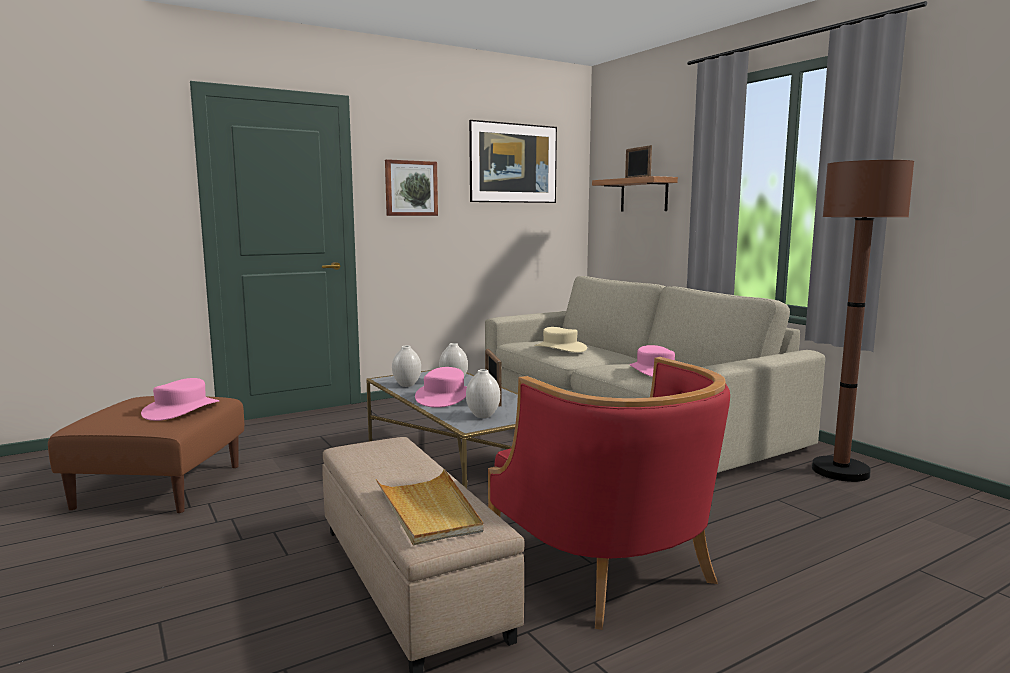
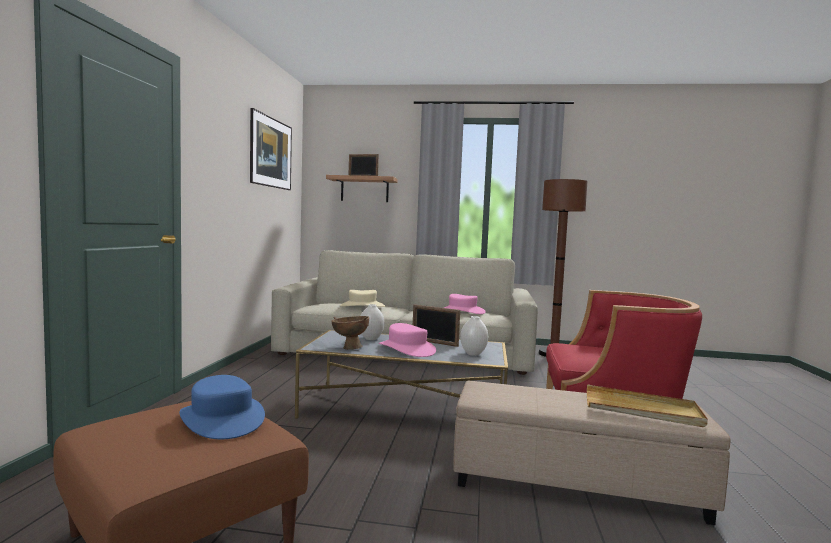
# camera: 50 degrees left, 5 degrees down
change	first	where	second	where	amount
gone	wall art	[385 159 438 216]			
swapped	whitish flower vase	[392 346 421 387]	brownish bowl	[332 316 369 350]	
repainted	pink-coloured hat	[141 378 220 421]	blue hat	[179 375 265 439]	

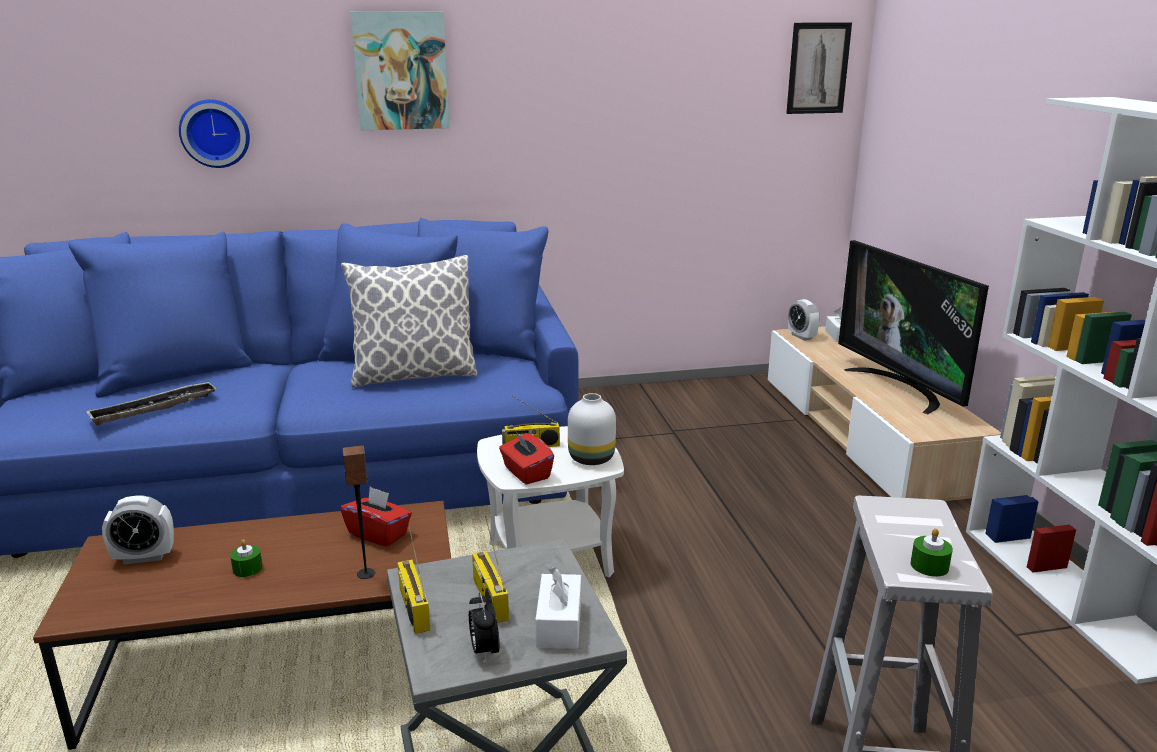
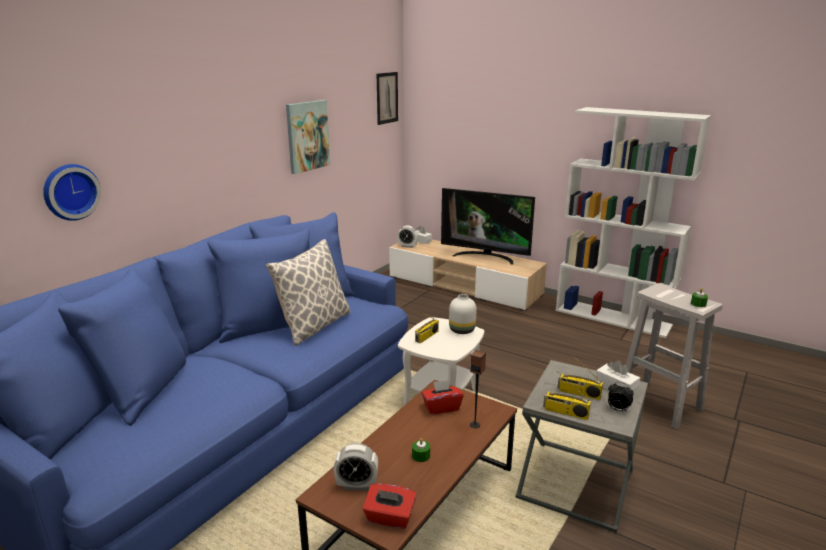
# camera: 45 degrees left, 0 degrees up
change	first	where	second	where	amount
gone	carrying tray	[86 381 217 426]			
shifted	wall art	[350 12 450 130]		[286 100 330 174]	
shifted	red tissue box	[499 432 554 485]		[363 483 417 529]	
rotated	table clock	[102 495 174 565]		[334 443 378 490]	60 degrees clockwise

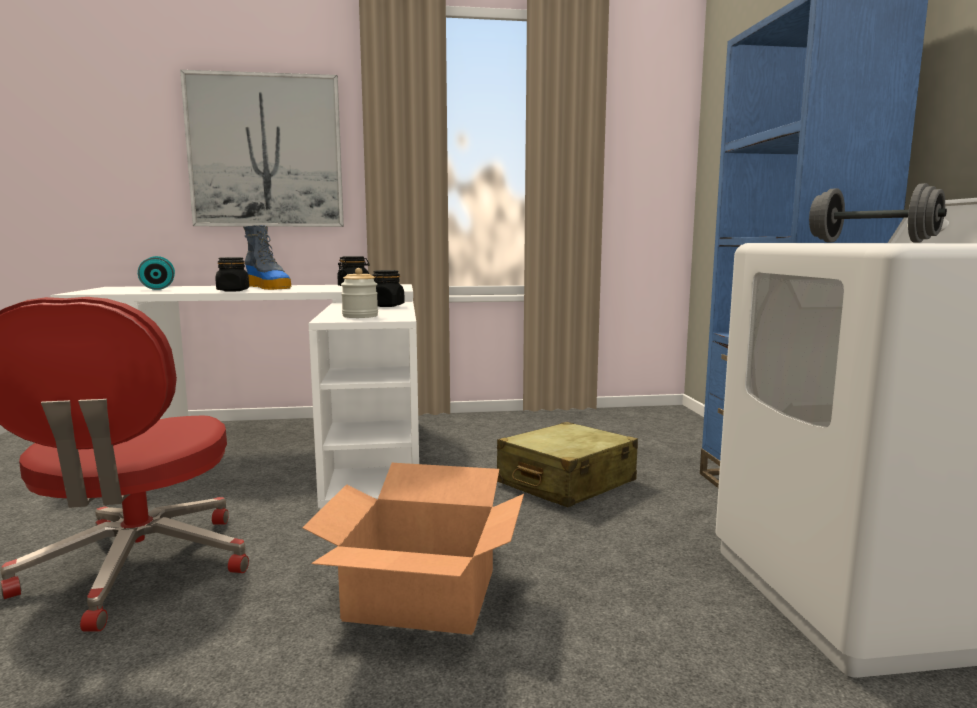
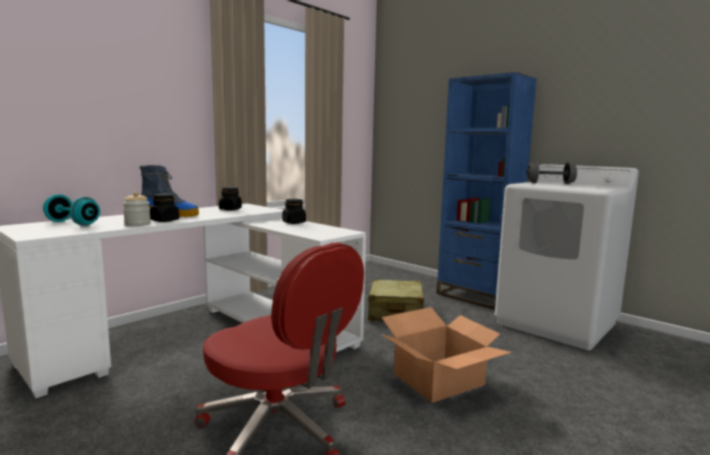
# camera: 40 degrees left, 0 degrees up
change	first	where	second	where	amount
gone	wall art	[180 70 344 227]			
shifted	preserve jar	[341 268 378 318]		[123 192 151 226]	

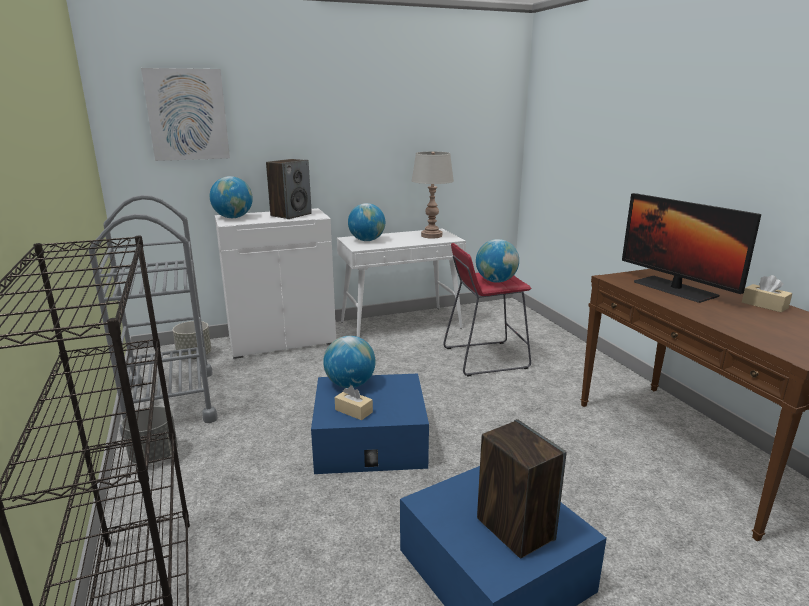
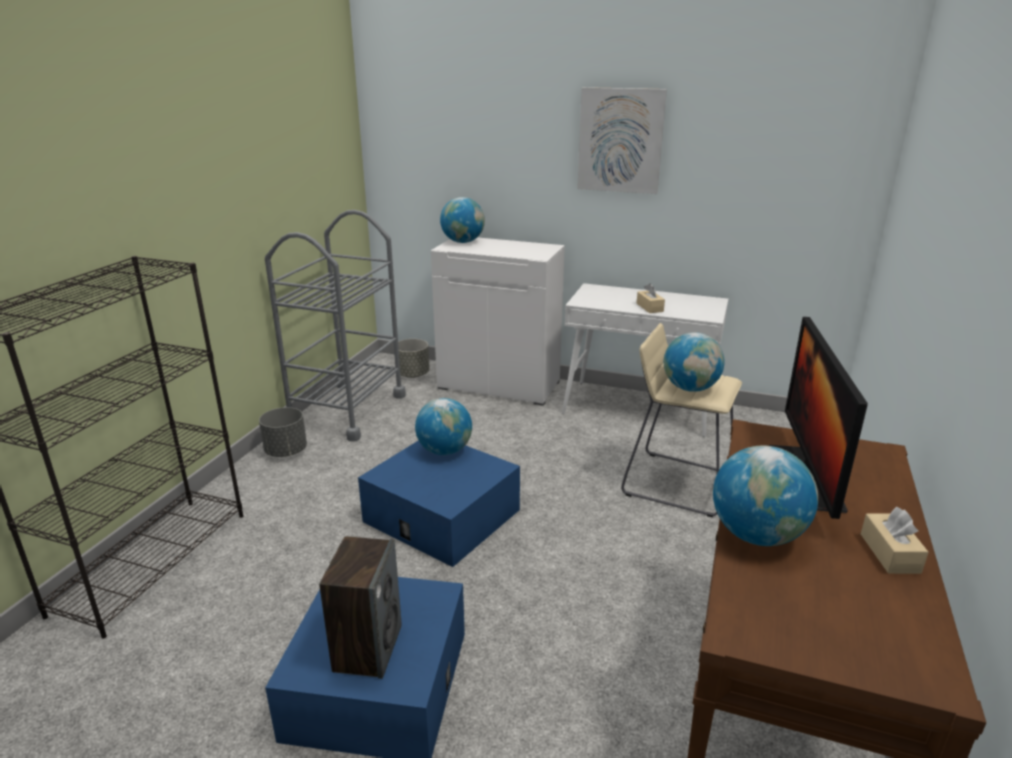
# camera: 40 degrees right, 5 degrees up
change	first	where	second	where	amount
gone	loudspeaker	[266 159 312 219]			
gone	greyish tabletop lamp	[411 152 454 239]			
shifted	wall art	[141 68 230 161]		[577 87 667 194]	
shifted	beige-coloured tissue box	[335 386 373 420]		[636 283 665 313]	
shifted	globe	[348 203 385 241]		[713 445 818 546]	
repainted	red stool seat	[443 243 531 377]	beige-coloured stool seat	[621 323 742 517]	

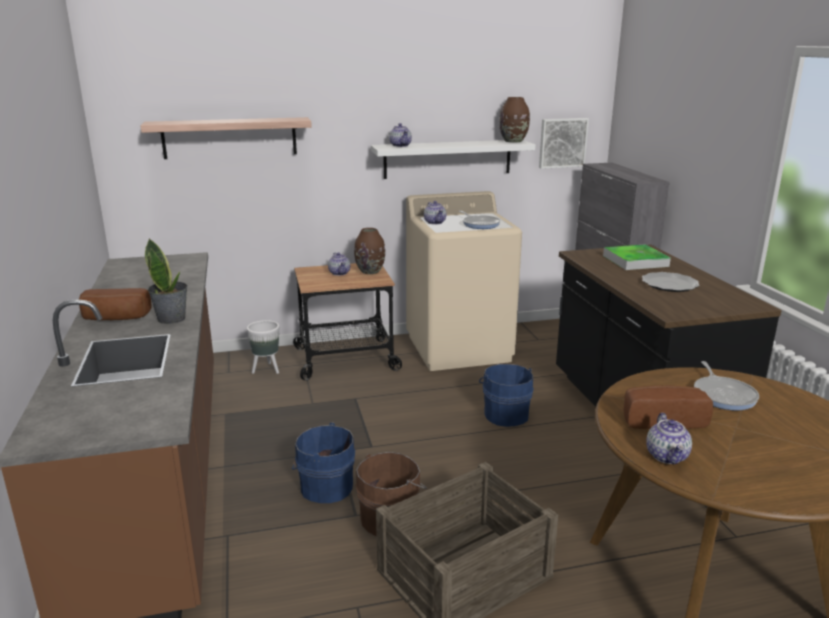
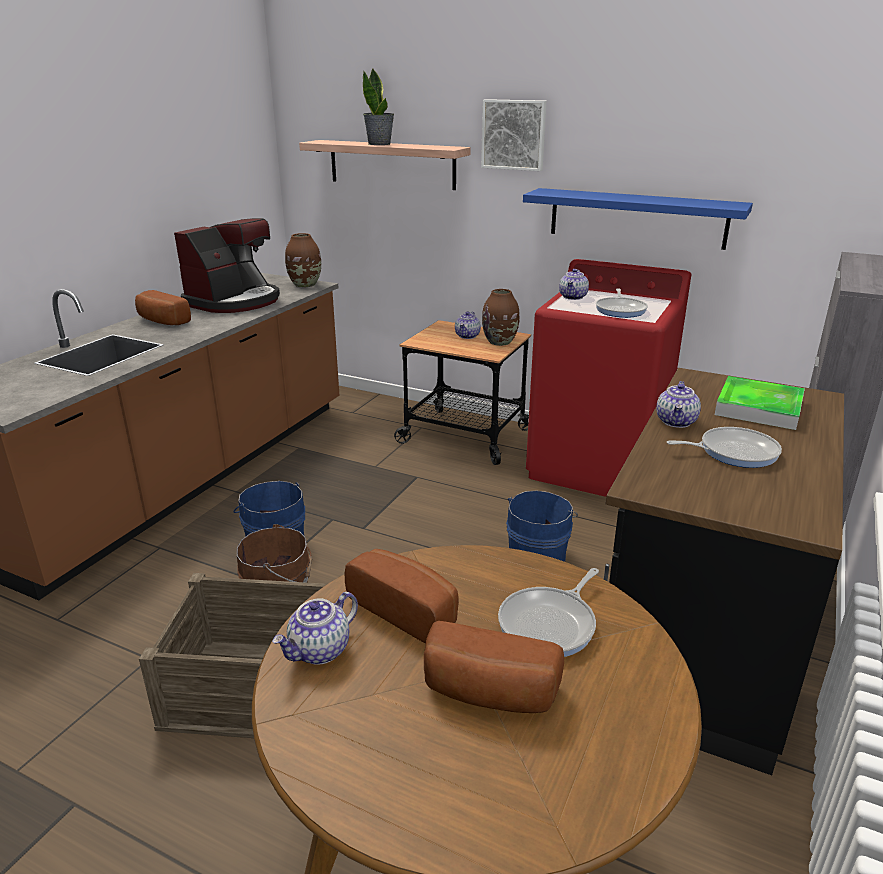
# camera: 40 degrees right, 5 degrees up
change	first	where	second	where	amount
gone	whitish flower pot	[247 320 279 374]			
new			coffee brewer	[174 218 280 313]	
new			bread	[424 621 564 713]	
shifted	plant in a pot	[145 238 188 324]		[363 68 394 145]	
shifted	pot for tea	[389 123 412 147]		[656 381 701 428]	
shifted	brownish flower vase	[499 97 530 143]		[285 233 321 288]	
shifted	wall art	[539 118 589 169]		[481 99 547 171]	
swapped	flat dish	[642 272 700 292]	skillet	[667 427 782 468]	
repainted	whitish bracket shelf	[371 140 536 179]	blue bracket shelf	[523 188 753 250]	
repainted	beige-coloured laundry appliance	[406 191 522 371]	red laundry appliance	[526 259 691 497]	

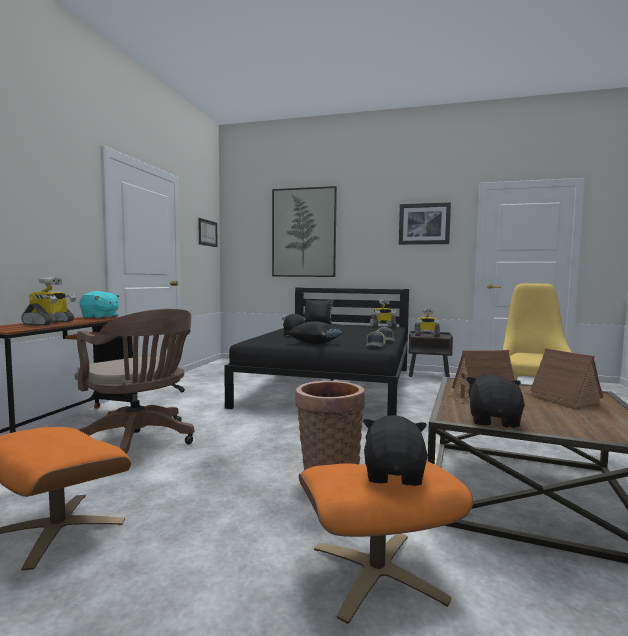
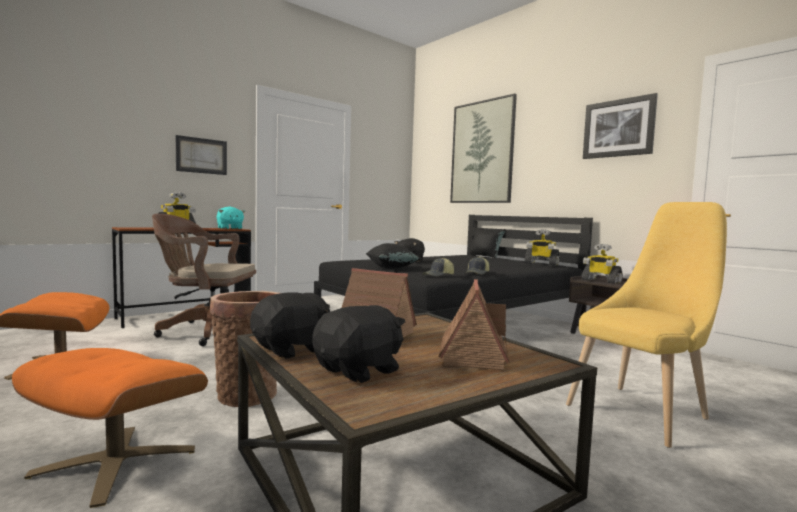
# camera: 35 degrees right, 0 degrees up
change	first	where	second	where	amount
shifted	wall art	[198 218 218 247]		[176 135 227 175]	
shifted	blackish soft toy	[363 415 427 486]		[312 305 405 383]	
rotated	brownish office chair	[75 309 194 454]		[152 213 256 346]	105 degrees clockwise

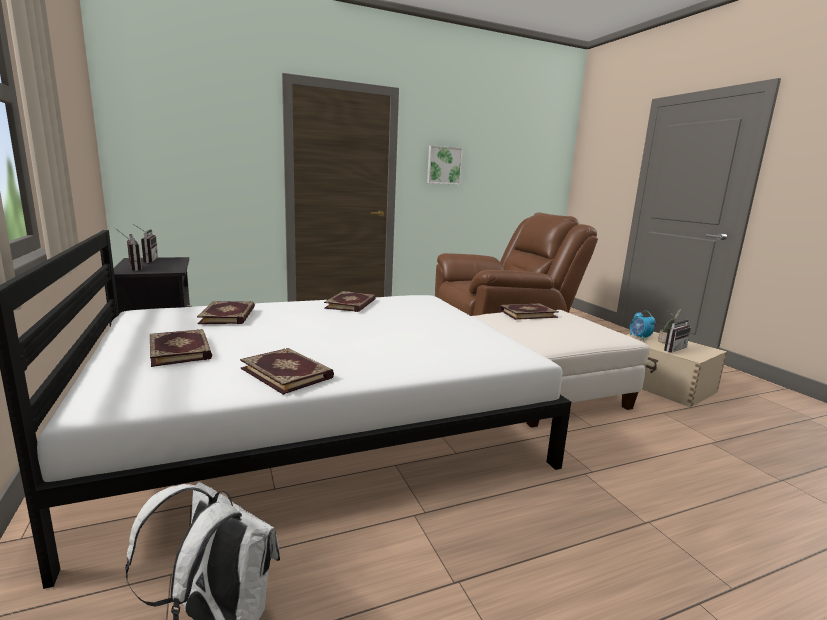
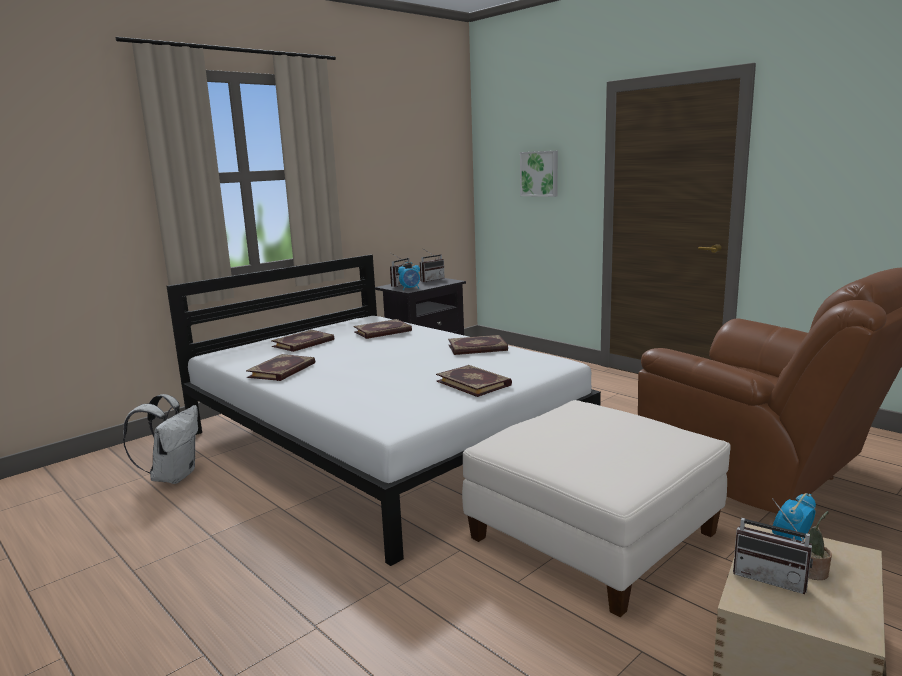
# camera: 70 degrees right, 0 degrees up
change	first	where	second	where	amount
new			table clock	[398 262 420 290]	
shifted	wall art	[427 146 463 185]		[520 151 558 197]	
shifted	volume	[499 303 559 320]		[436 365 512 397]	

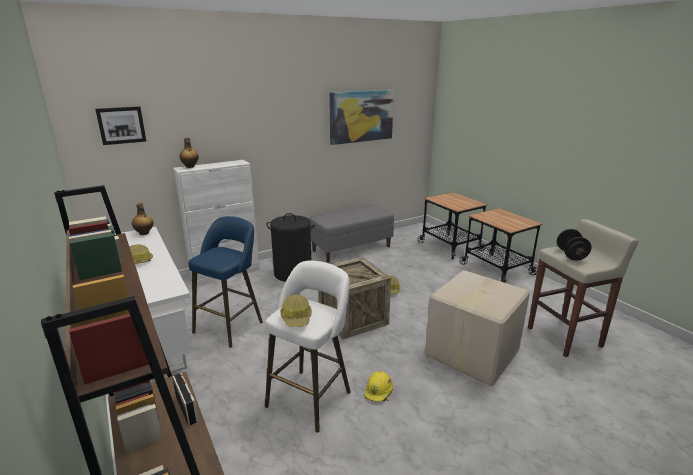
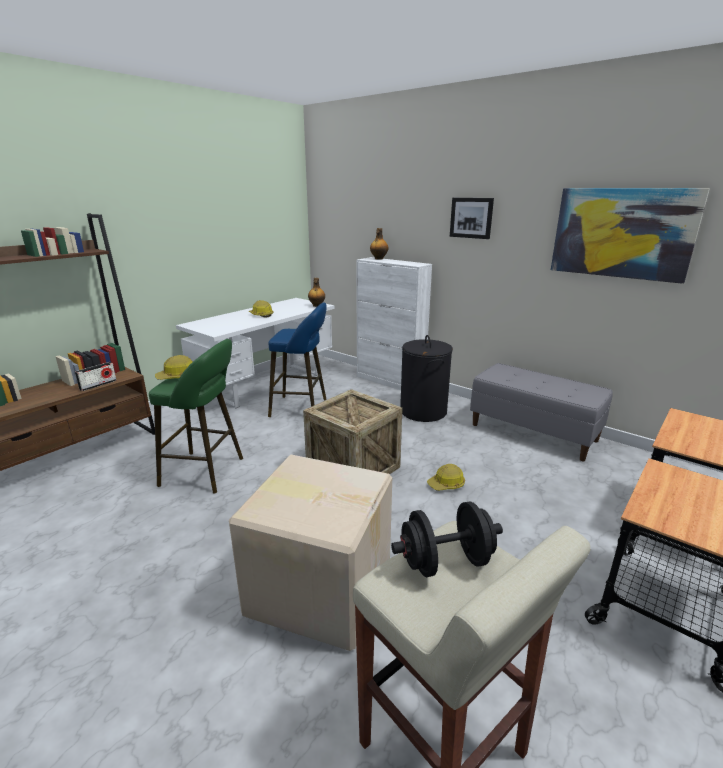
# camera: 70 degrees right, 0 degrees up
change	first	where	second	where	amount
gone	yellow-coloured safety helmet	[365 371 393 402]			
shifted	wall art	[95 106 146 145]		[450 198 494 239]	
repainted	whitish stool seat	[265 261 351 433]	green-coloured stool seat	[149 339 243 493]	

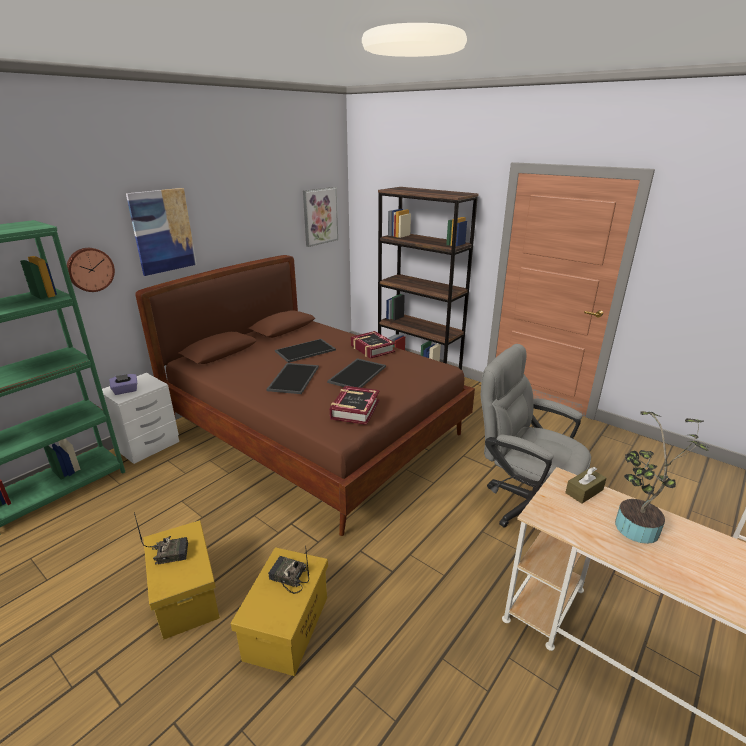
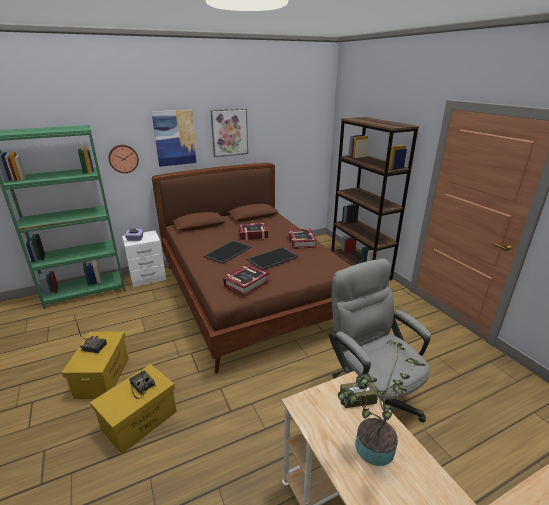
# camera: 25 degrees right, 0 degrees up
change	first	where	second	where	amount
shifted	wall art	[303 187 338 247]		[210 108 248 157]	
swapped	carrying tray	[275 339 336 363]	volume	[238 223 269 240]	

